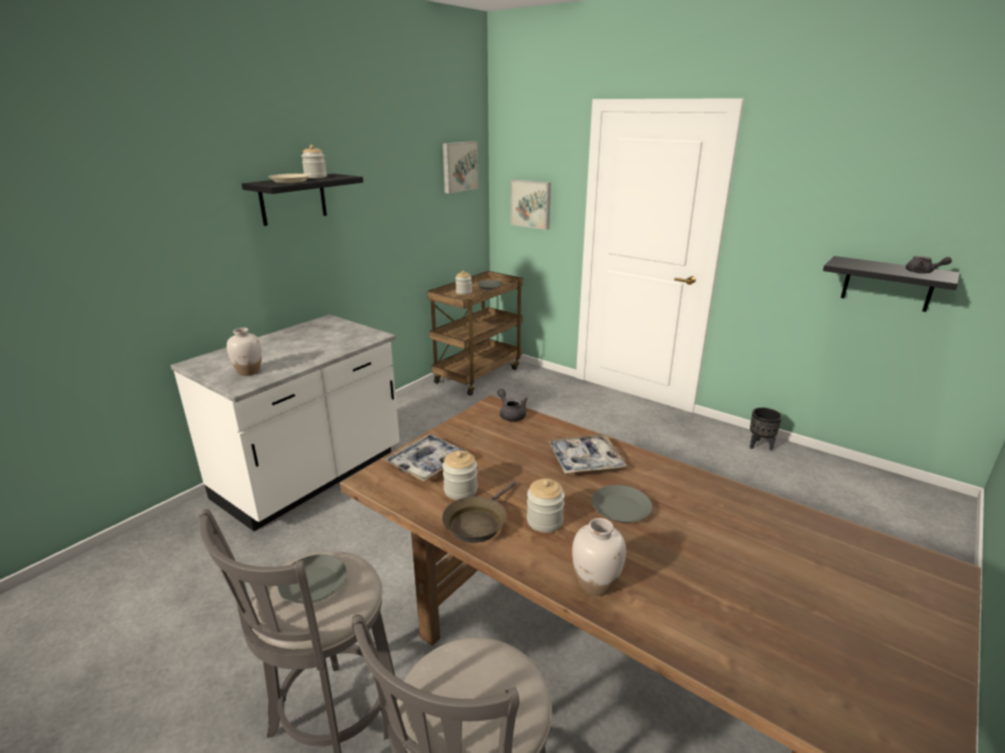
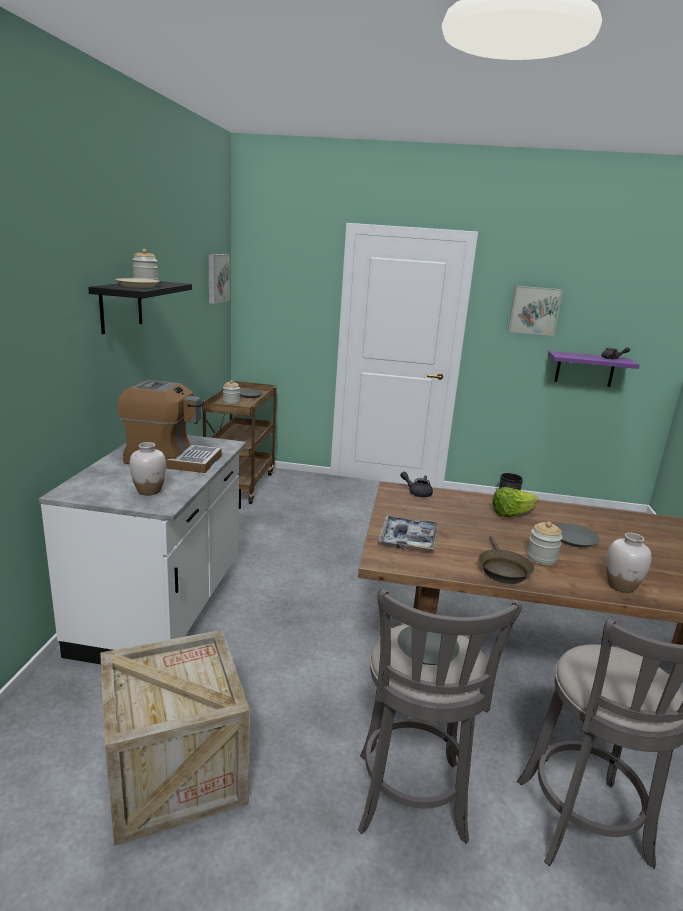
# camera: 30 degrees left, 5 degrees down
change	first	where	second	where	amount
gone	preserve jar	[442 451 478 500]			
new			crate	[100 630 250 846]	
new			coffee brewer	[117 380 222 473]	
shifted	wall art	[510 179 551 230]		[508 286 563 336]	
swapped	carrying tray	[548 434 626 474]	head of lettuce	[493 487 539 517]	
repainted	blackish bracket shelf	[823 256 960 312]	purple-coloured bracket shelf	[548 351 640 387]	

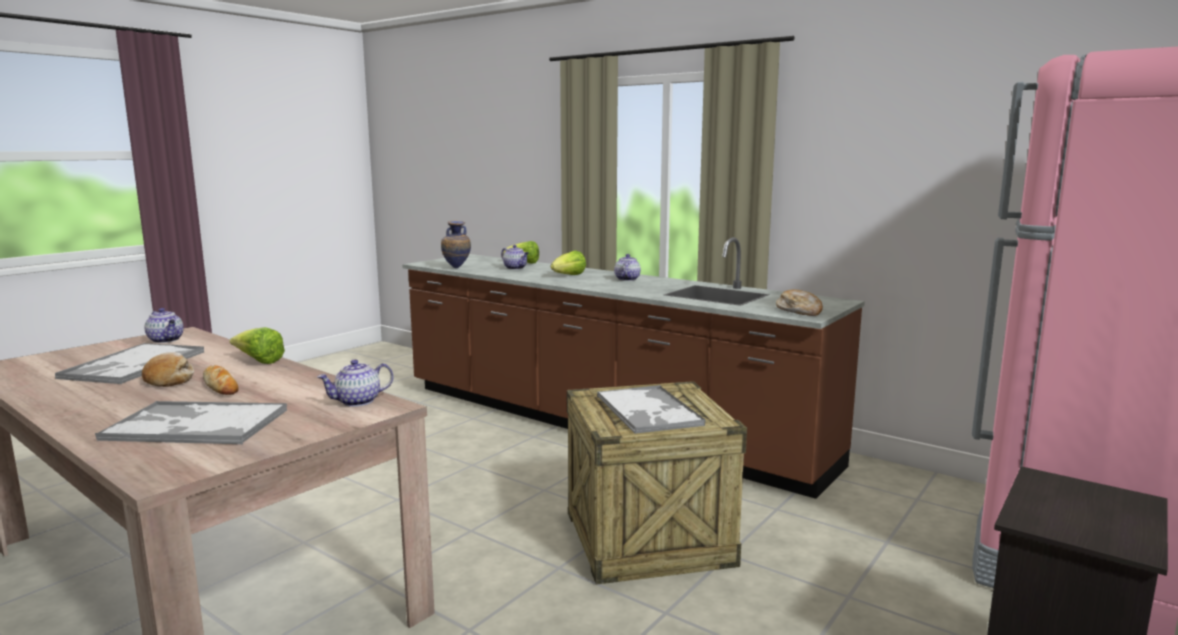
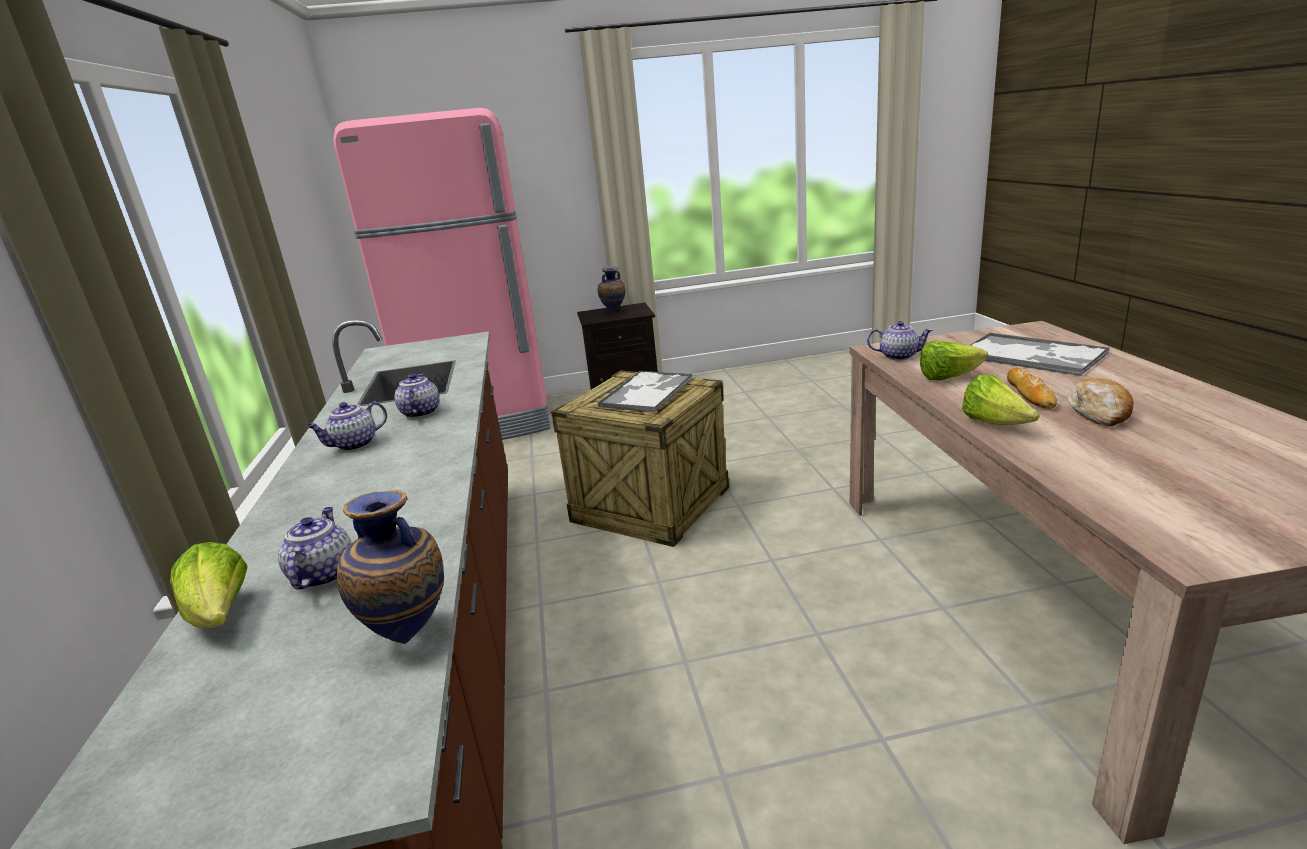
# camera: 135 degrees left, 10 degrees up
change	first	where	second	where	amount
gone	carrying tray	[55 343 204 384]			
gone	bread	[776 289 823 316]			
new			flower vase	[598 266 626 311]	
shifted	pot for tea	[144 308 184 343]		[394 373 439 418]	
shifted	head of lettuce	[551 250 586 275]		[920 340 988 381]	

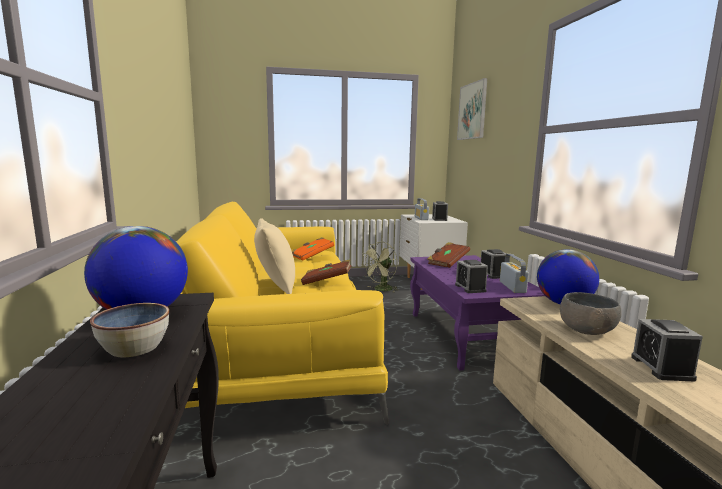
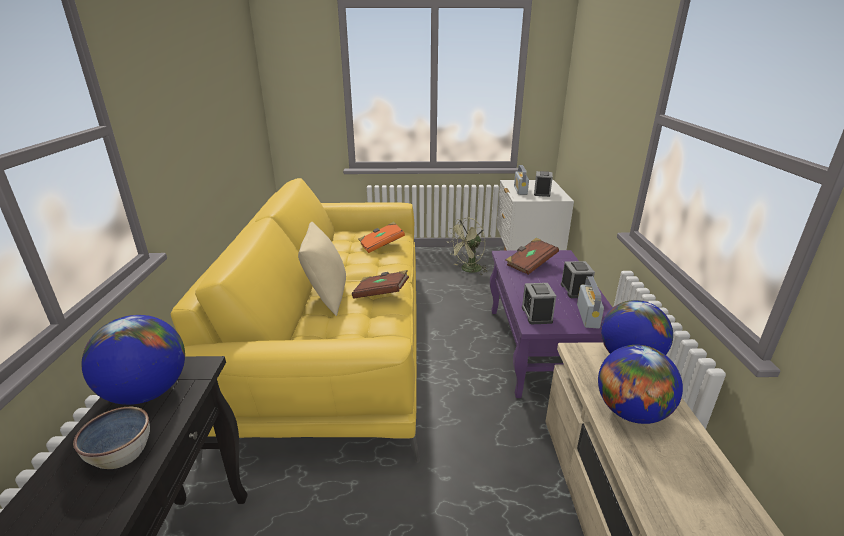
# camera: 10 degrees right, 15 degrees up
change	first	where	second	where	amount
gone	wall art	[457 78 487 140]			
gone	table clock	[631 319 703 382]			
swapped	greyish bowl	[560 292 622 335]	globe	[598 345 683 424]	

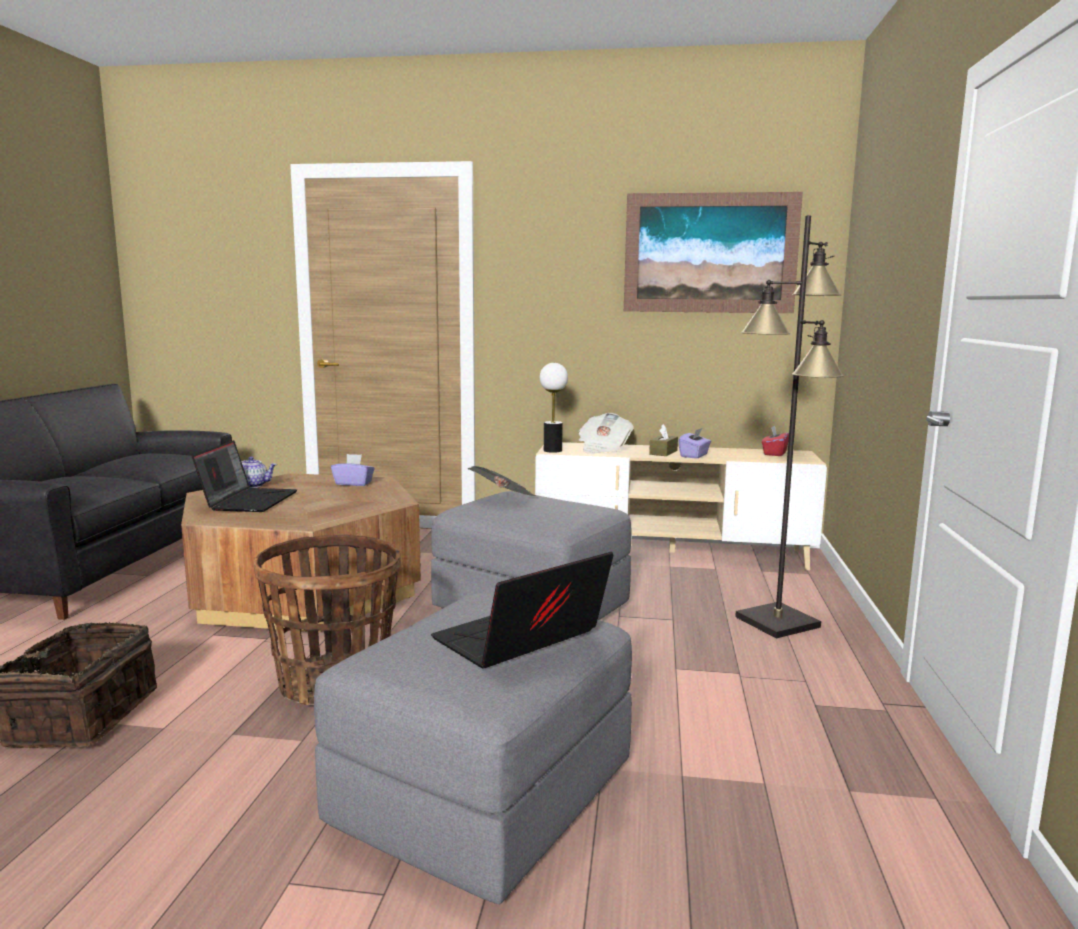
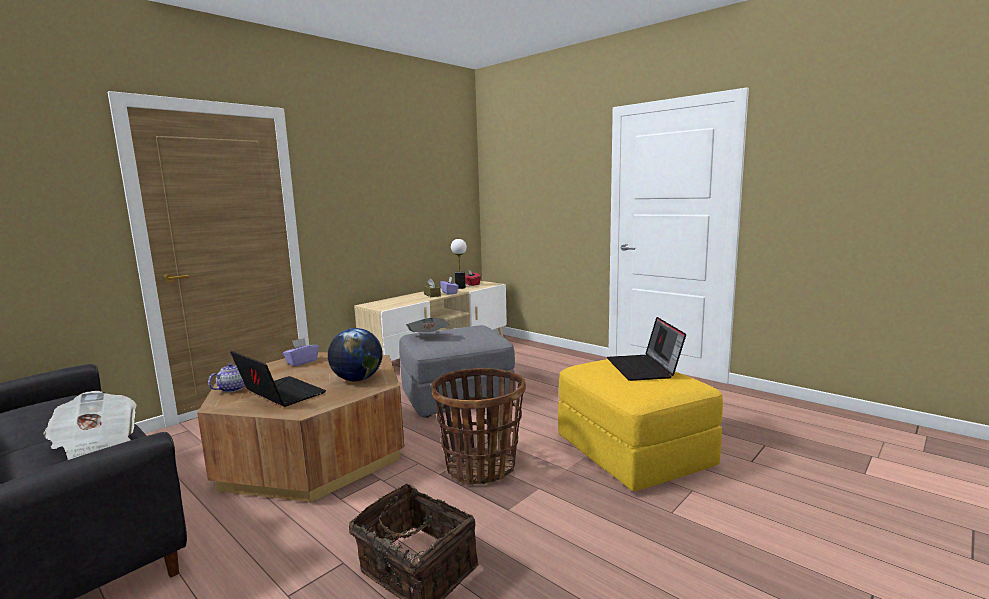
# camera: 55 degrees left, 0 degrees up
change	first	where	second	where	amount
gone	wall art	[624 192 803 313]			
gone	blackish standard lamp	[735 215 844 638]			
new			globe	[328 328 382 381]	
shifted	tabletop lamp	[540 363 568 453]		[451 239 467 289]	
shifted	newspaper	[578 413 634 454]		[44 391 136 460]	
repainted	greyish footrest	[314 593 632 904]	yellow-coloured footrest	[558 359 723 491]	

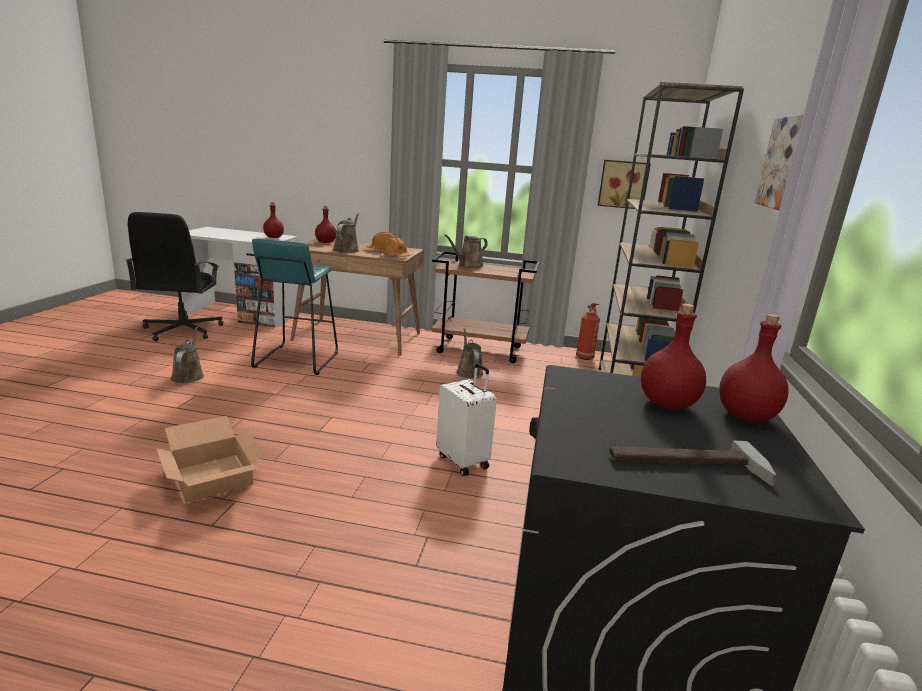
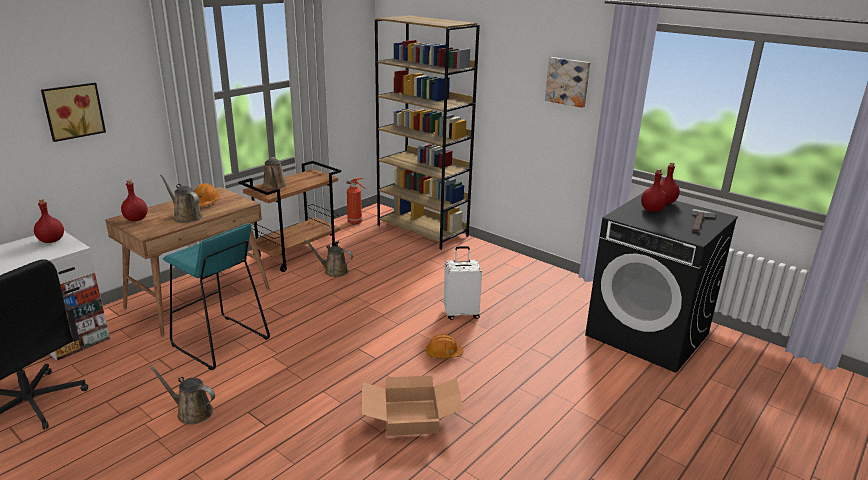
# camera: 60 degrees left, 5 degrees up
change	first	where	second	where	amount
shifted	orangey safety helmet	[382 237 410 257]		[426 334 463 359]	
shifted	wall art	[598 160 651 209]		[41 83 106 142]	

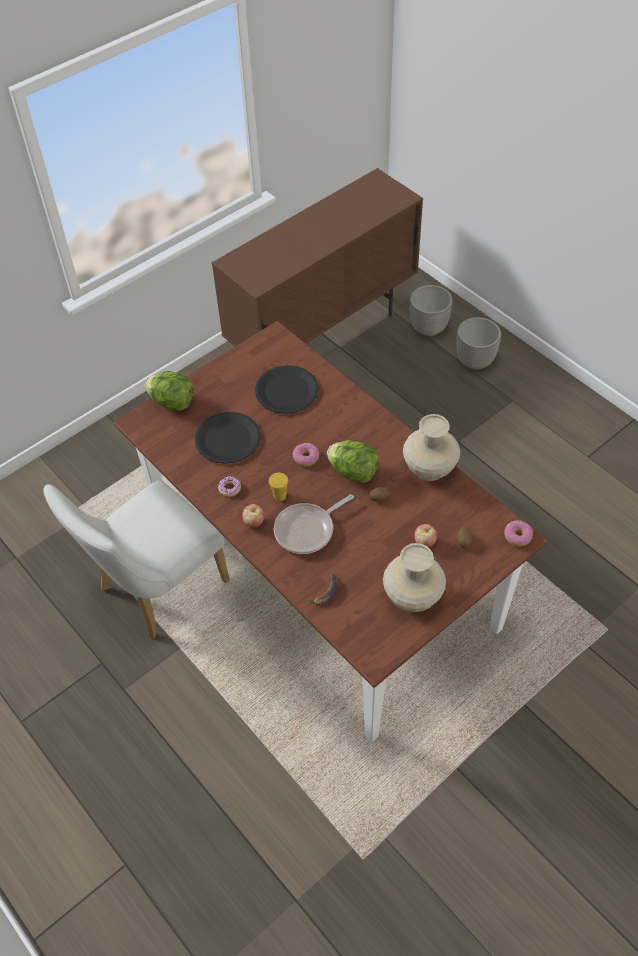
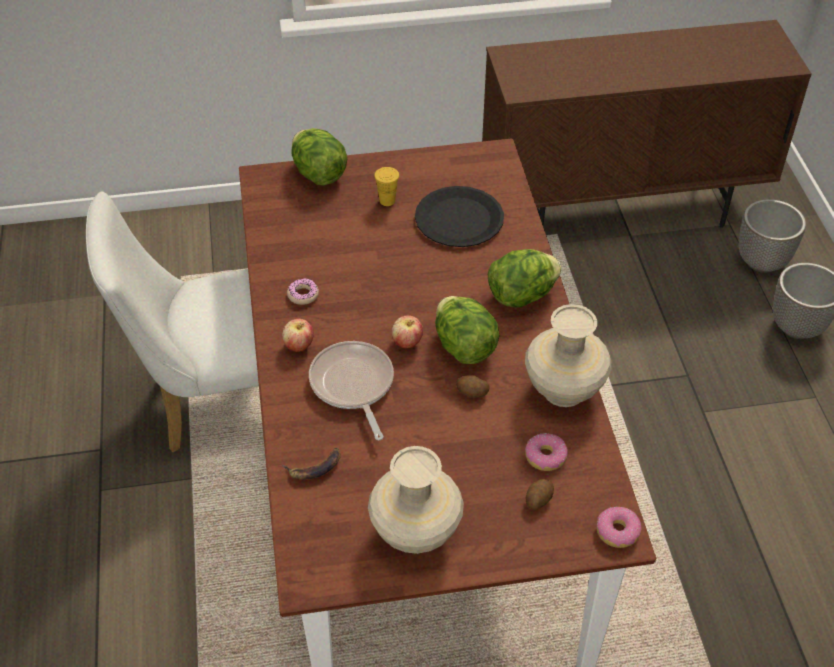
# camera: 30 degrees right, 5 degrees down
change	first	where	second	where	amount
gone	blackish flat dish	[195 412 261 464]			
new			head of lettuce	[488 249 561 308]	
shifted	yellow-coloured cup	[269 473 288 501]		[374 167 399 206]	
shifted	donut	[292 443 319 466]		[525 433 568 471]	
shifted	apple fruit	[414 524 437 548]		[392 315 423 348]	
rotated	skillet	[274 494 354 554]		[309 341 394 440]	75 degrees clockwise

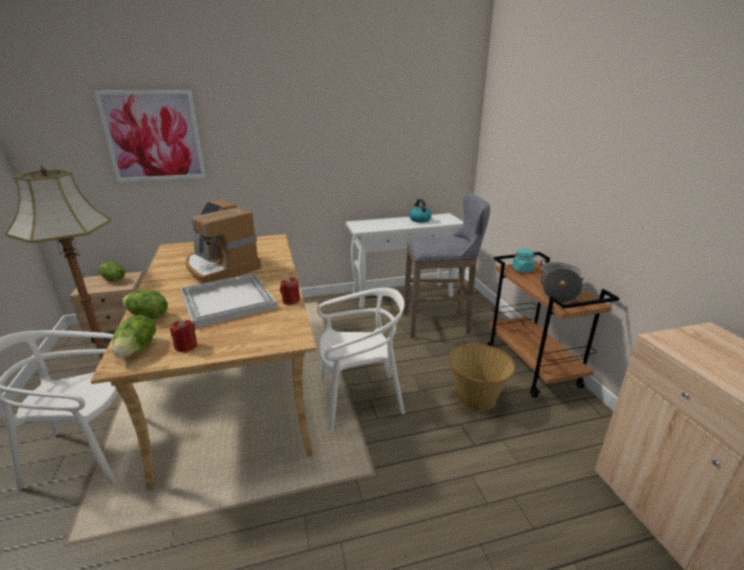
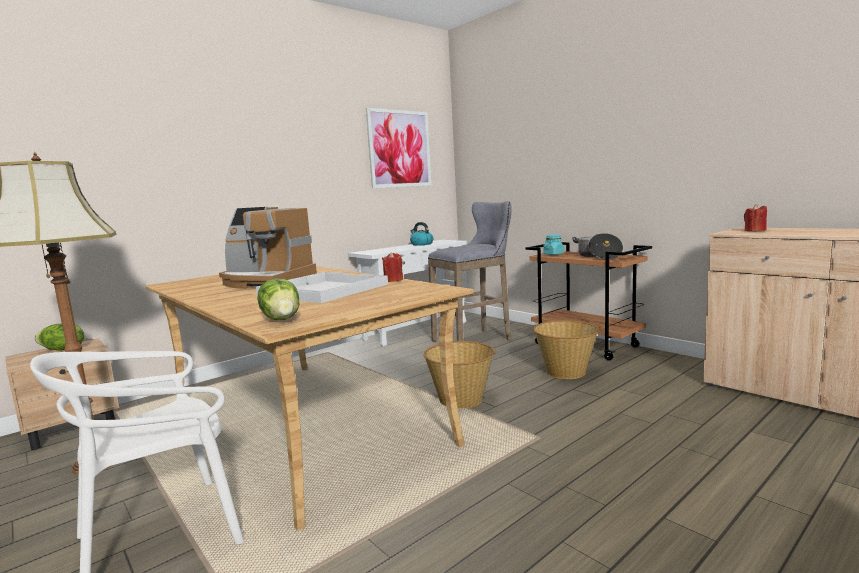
# camera: 25 degrees left, 15 degrees down
change	first	where	second	where	amount
gone	head of lettuce	[122 290 168 319]			
shifted	wall art	[94 90 206 182]		[366 108 431 188]	
shifted	red wax light	[170 320 197 352]		[744 204 767 231]	
swapped	whitish chair	[317 288 405 431]	household basket	[423 341 495 408]	

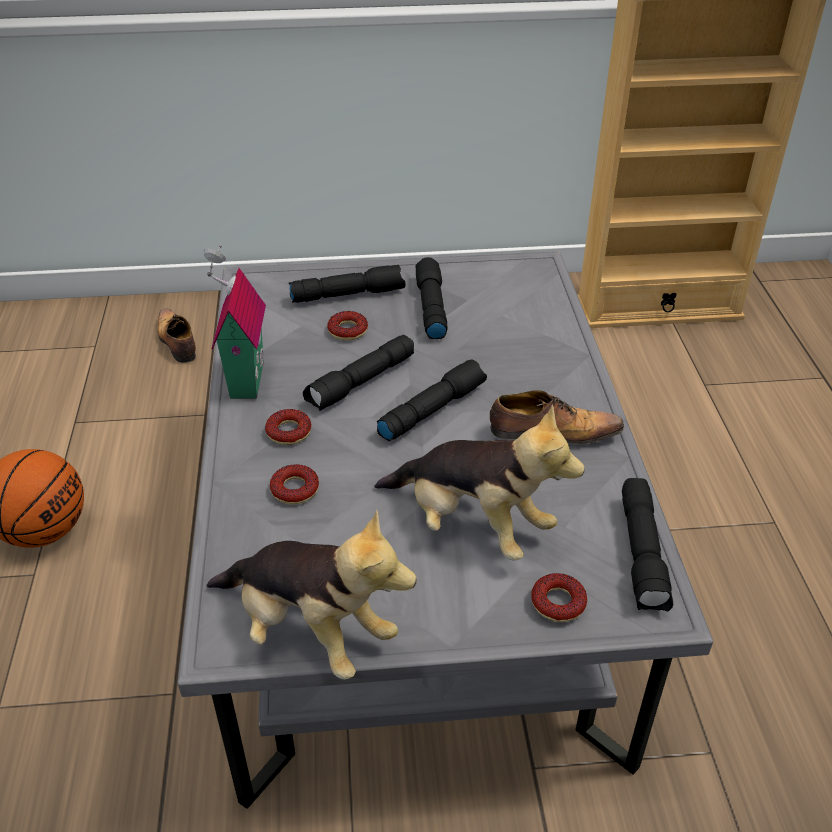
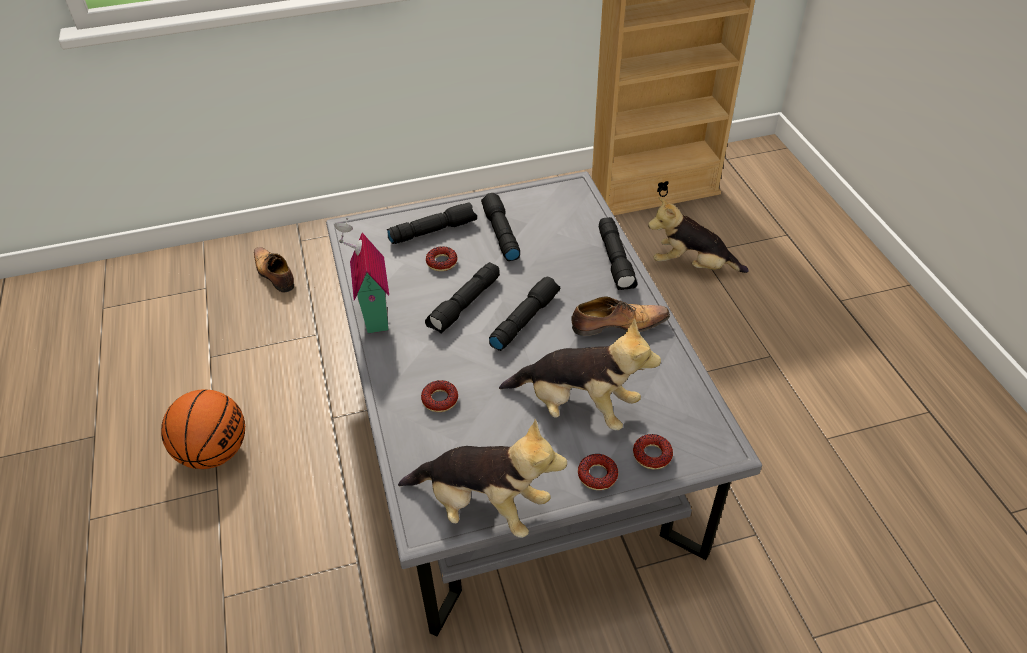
# camera: 10 degrees left, 5 degrees up
change	first	where	second	where	amount
new			soft toy	[648 197 749 273]	
shifted	donut	[265 409 311 445]		[578 454 618 490]	
shifted	blackish flashlight	[622 478 673 611]		[599 217 637 290]	

